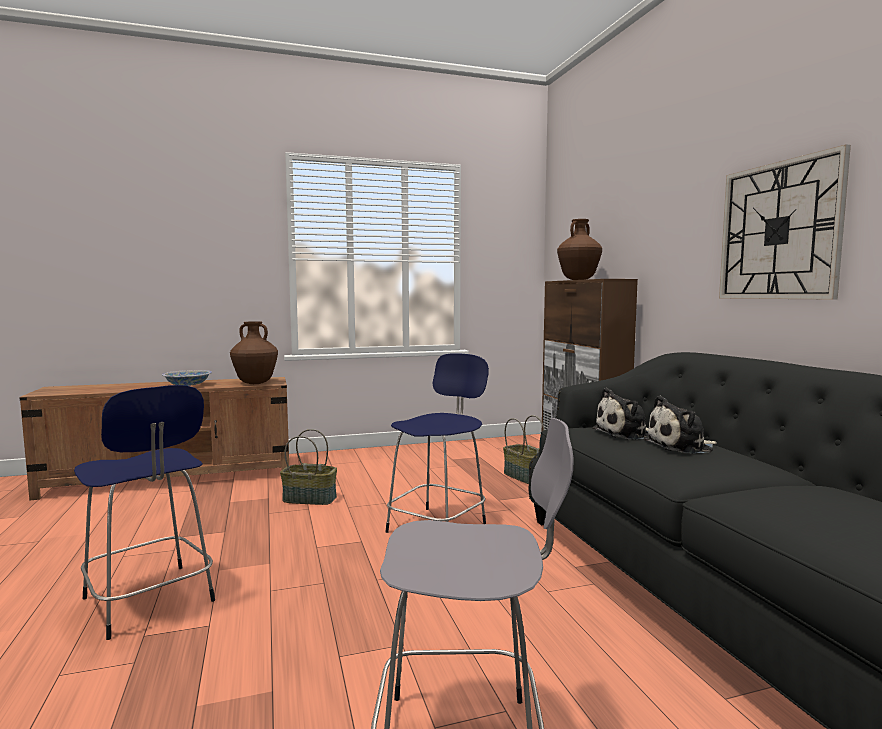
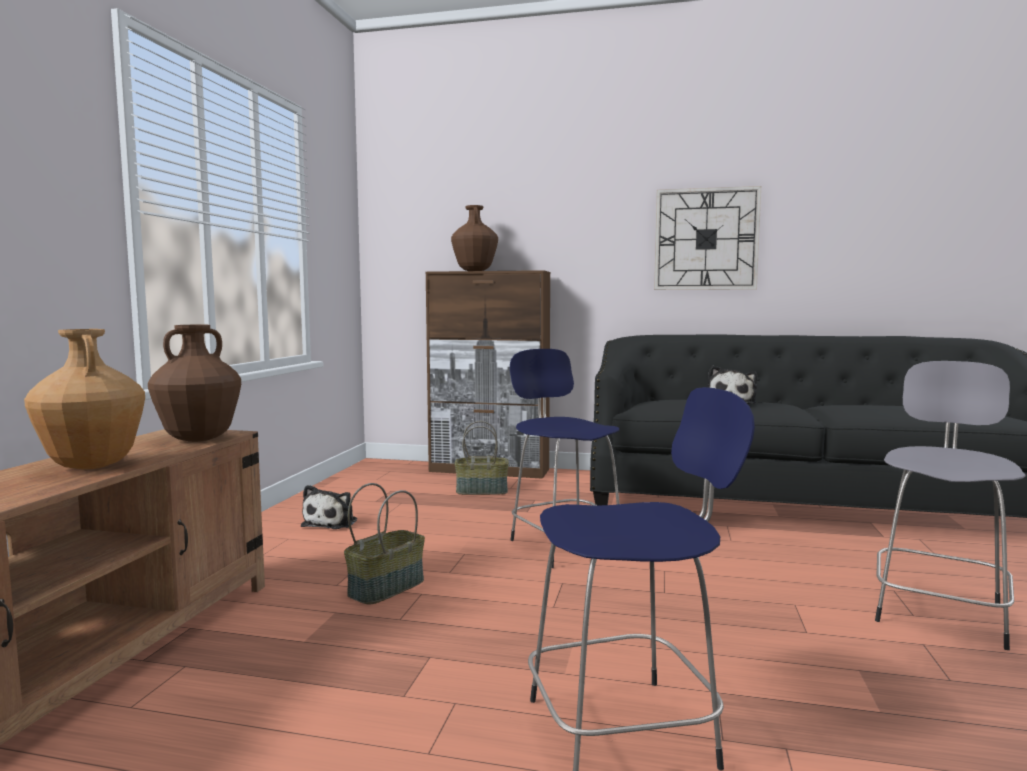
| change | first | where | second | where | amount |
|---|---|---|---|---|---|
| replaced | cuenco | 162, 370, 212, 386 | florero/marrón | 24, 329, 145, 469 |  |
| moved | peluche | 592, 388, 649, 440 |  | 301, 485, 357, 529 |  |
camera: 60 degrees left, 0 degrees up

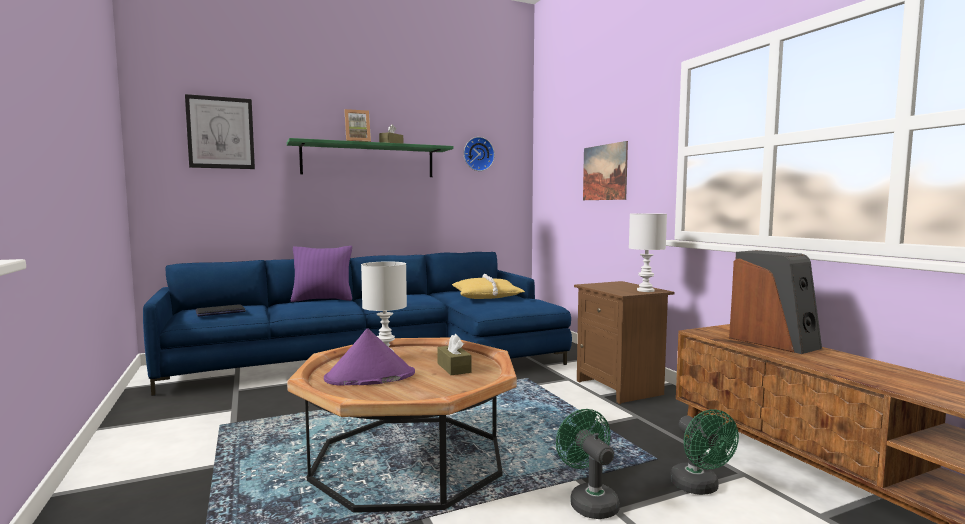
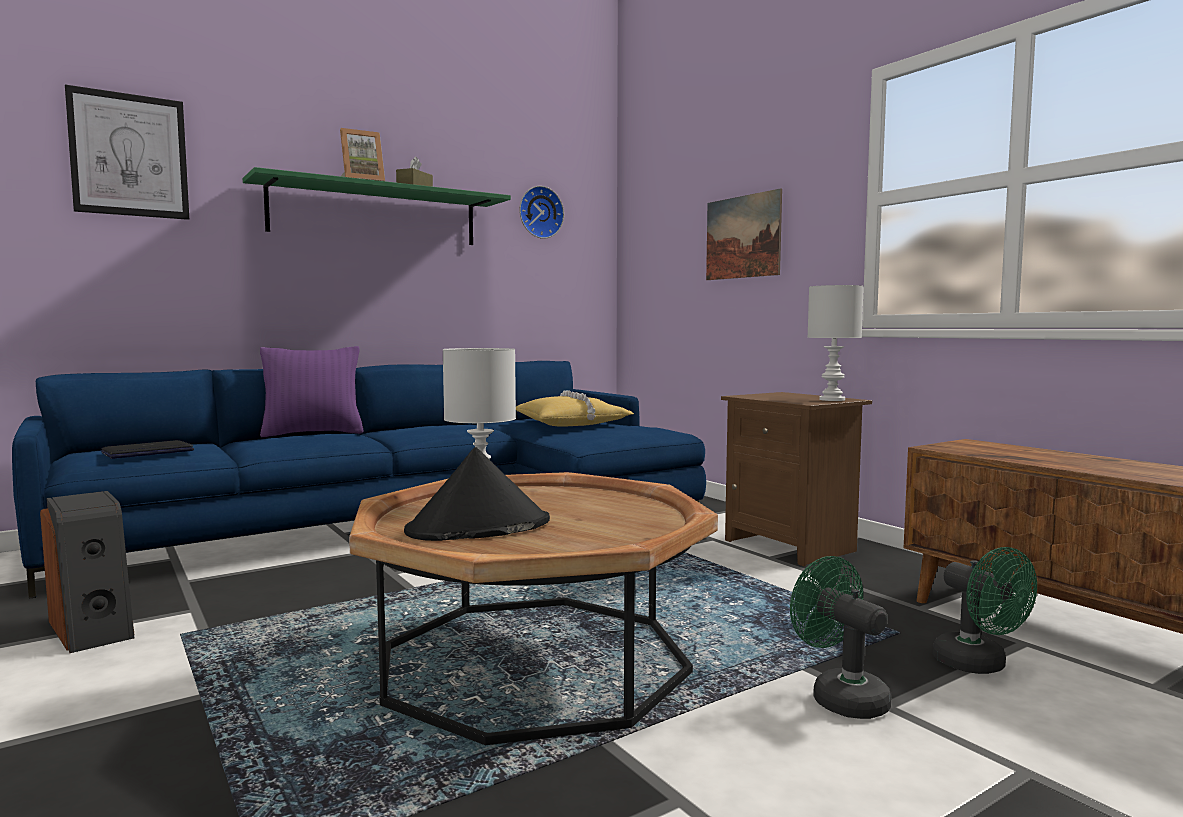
| change | first | where | second | where | amount |
|---|---|---|---|---|---|
| moved | altavoz | 729, 250, 822, 354 |  | 40, 491, 134, 653 |  |
| recoloured | sombrero/morado | 324, 329, 415, 386 | sombrero/negro | 404, 447, 550, 541 |  |
| removed | caja de pañuelos/marrón | 437, 334, 472, 375 |  |  |  |
camera: 10 degrees left, 0 degrees up

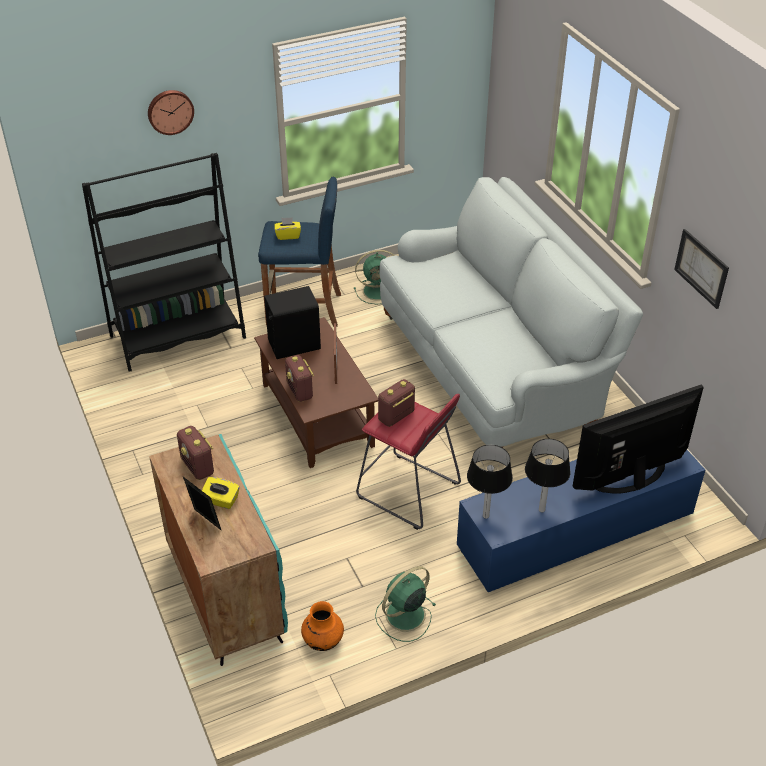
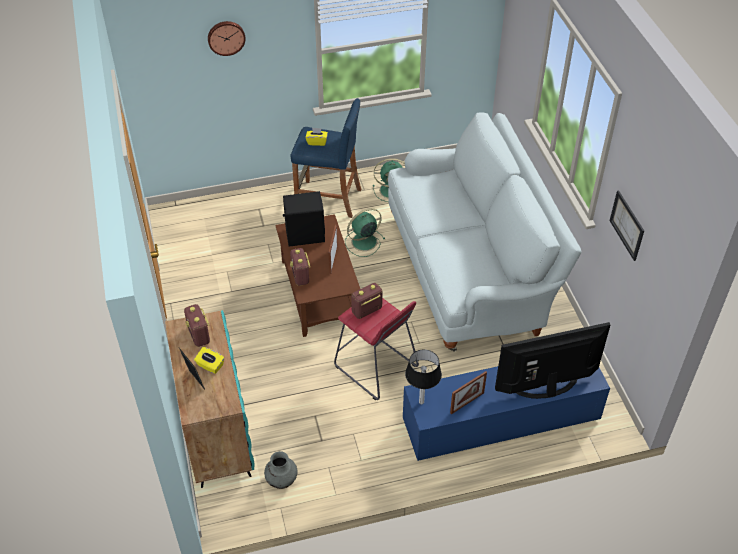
| change | first | where | second | where | amount |
|---|---|---|---|---|---|
| removed | estantería/negro | 82, 153, 246, 372 |  |  |  |
| replaced | lámpara de mesa | 525, 439, 571, 512 | portarretratos | 450, 371, 487, 414 |  |
| moved | ventilador/verde | 375, 566, 436, 642 |  | 345, 208, 385, 257 |  |
| recoloured | florero/naranja | 301, 601, 344, 651 | florero/gris | 264, 451, 298, 489 |  |
camera: 10 degrees right, 5 degrees up

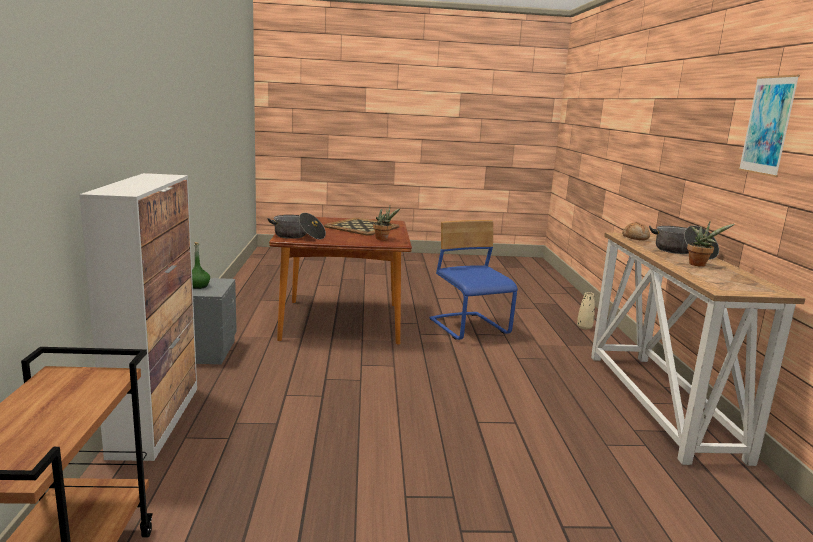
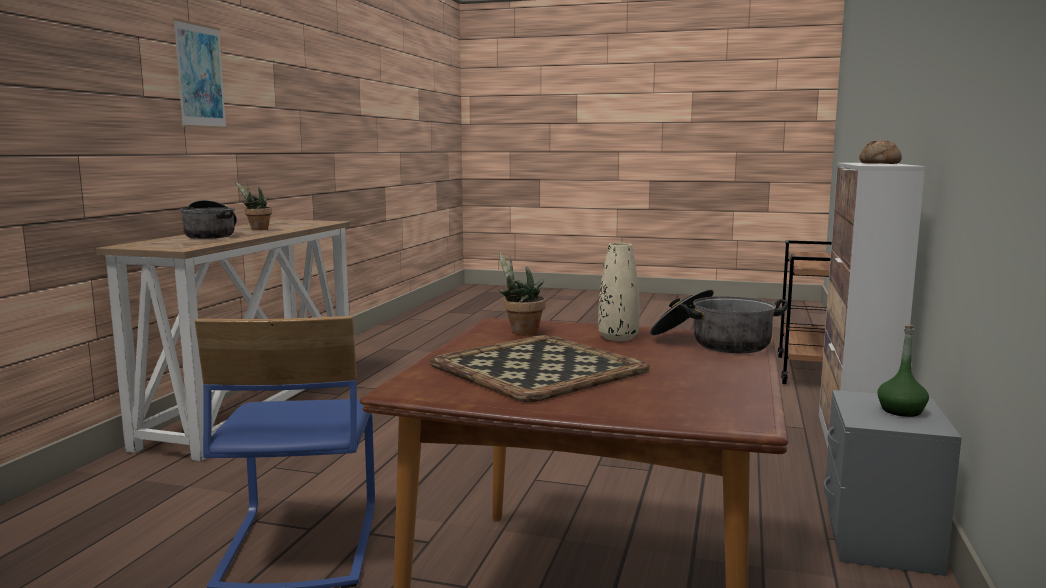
| change | first | where | second | where | amount |
|---|---|---|---|---|---|
| moved | pan | 622, 222, 650, 240 |  | 859, 140, 902, 164 |  |
| moved | florero/beis | 577, 292, 595, 330 |  | 598, 243, 640, 341 |  |
camera: 160 degrees left, 5 degrees down

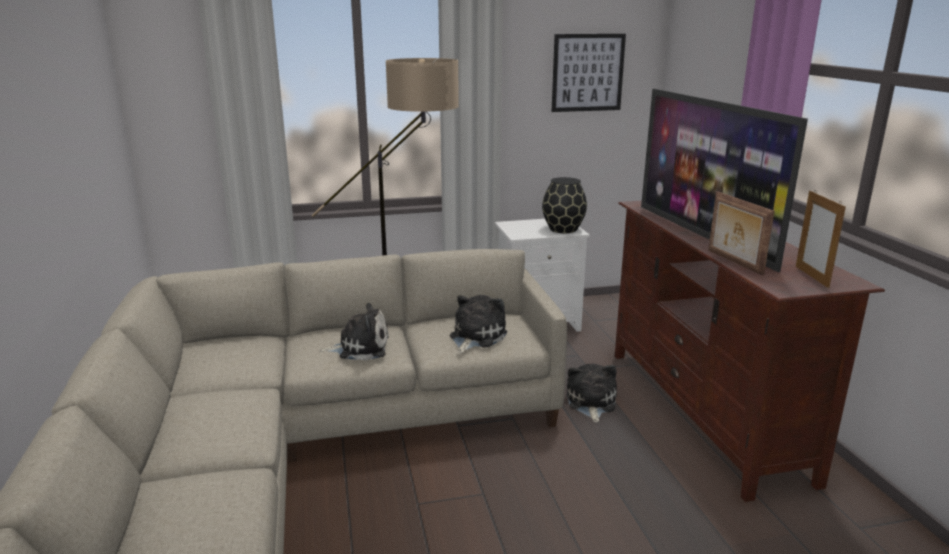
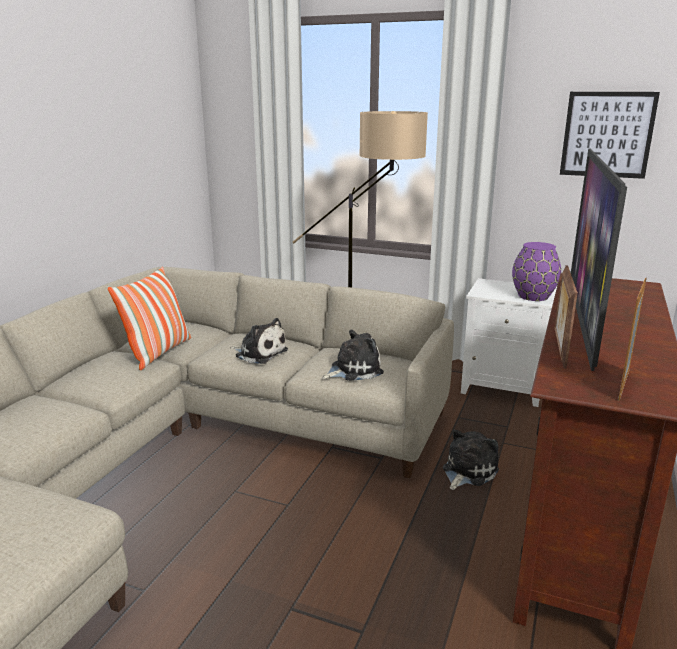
| change | first | where | second | where | amount |
|---|---|---|---|---|---|
| recoloured | florero/negro | 542, 177, 587, 233 | florero/morado | 512, 242, 561, 301 |  |
| added |  |  | cojín | 108, 267, 191, 370 |  |
camera: 35 degrees right, 0 degrees up

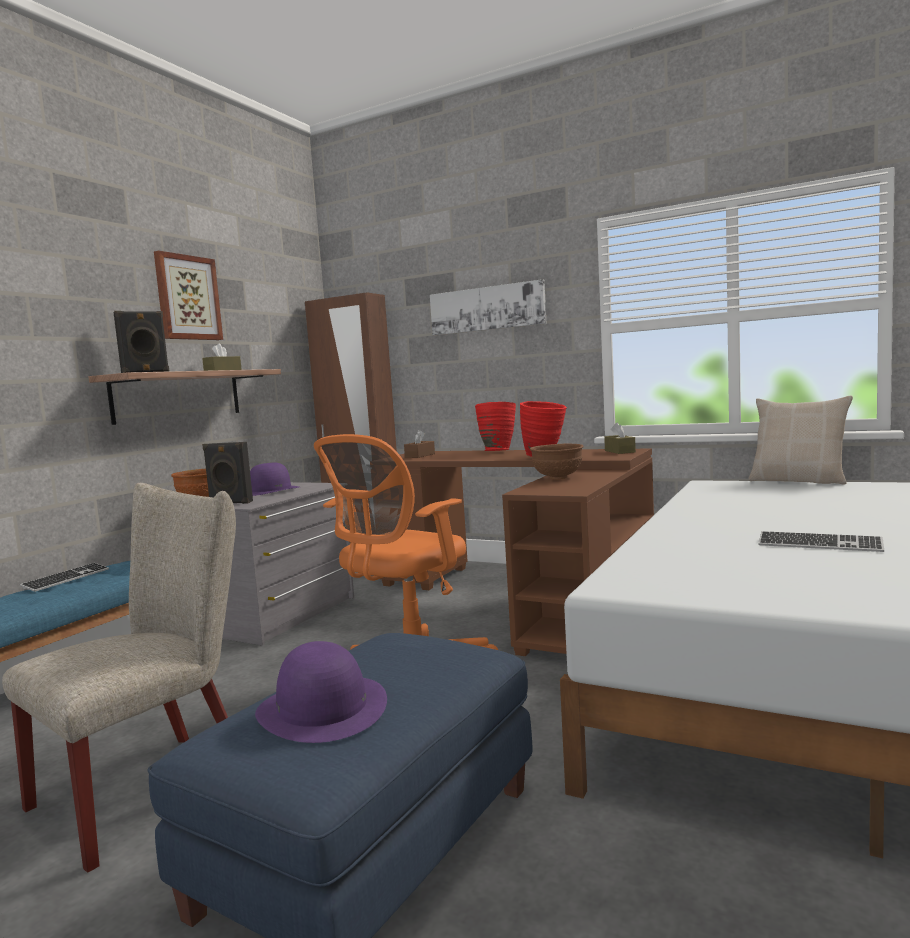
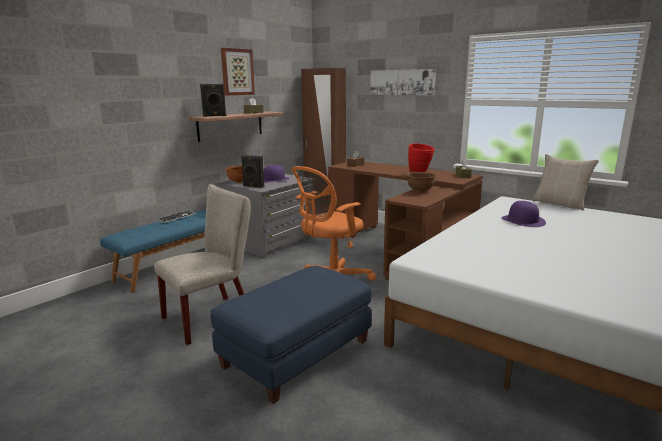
| change | first | where | second | where | amount |
|---|---|---|---|---|---|
| removed | florero/rojo | 475, 402, 516, 451 |  |  |  |
| removed | teclado | 759, 531, 884, 552 |  |  |  |
| moved | sombrero/morado | 255, 641, 387, 743 |  | 501, 201, 546, 227 |  |
camera: 10 degrees right, 10 degrees up

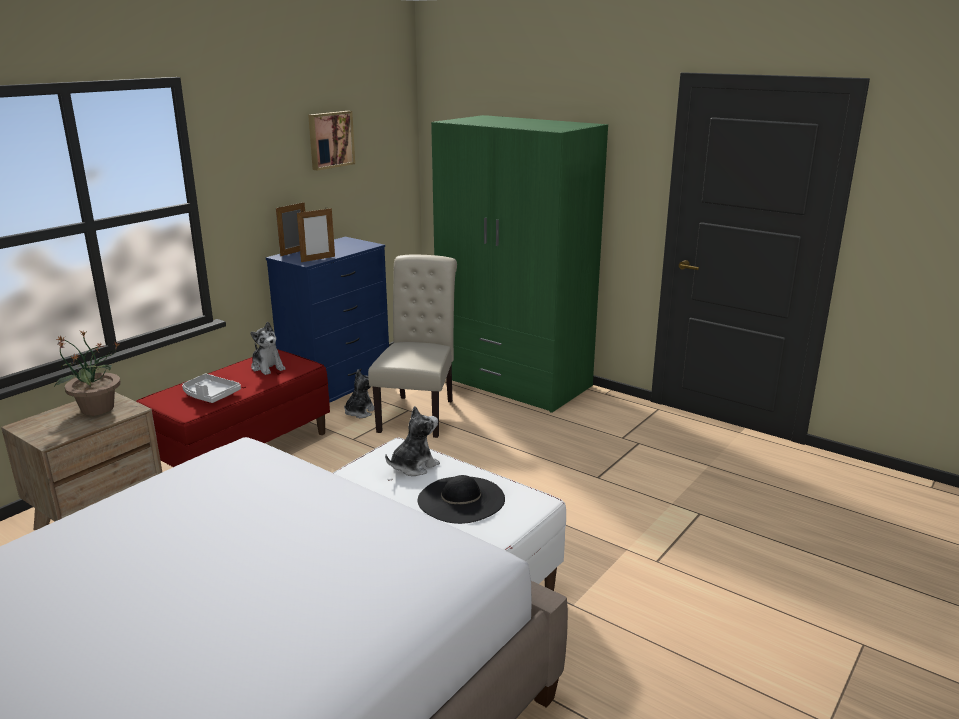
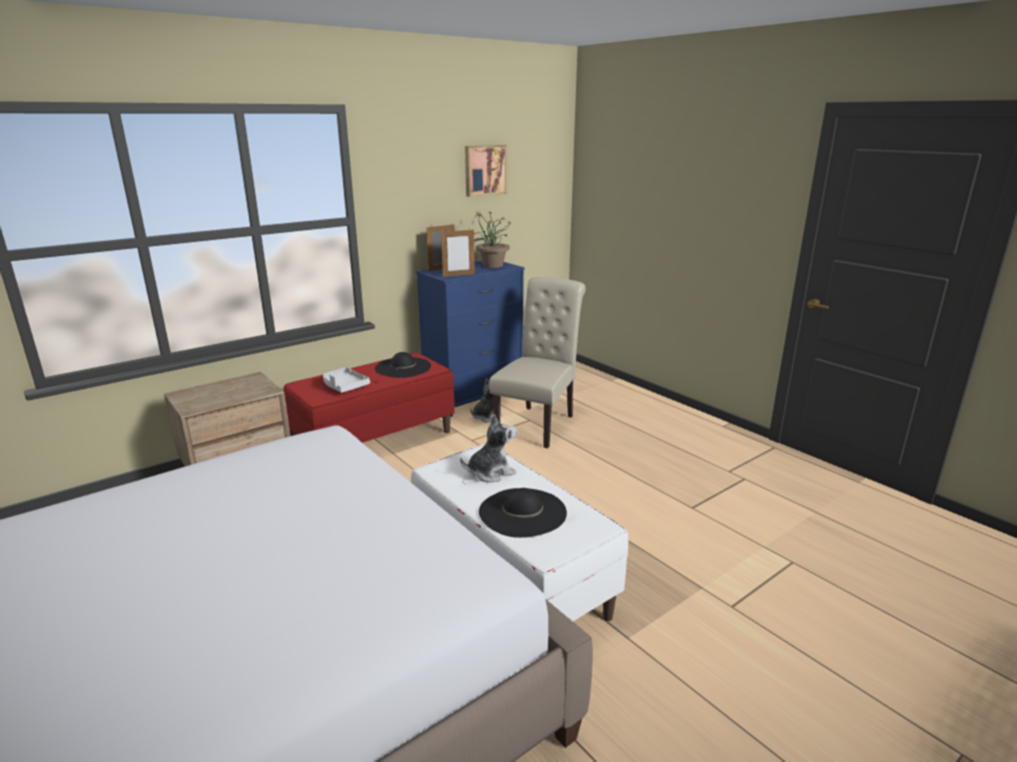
| change | first | where | second | where | amount |
|---|---|---|---|---|---|
| removed | armario ropero/verde | 431, 115, 608, 413 |  |  |  |
| replaced | peluche | 250, 322, 285, 375 | sombrero/negro | 375, 352, 431, 378 |  |
| moved | planta en maceta | 54, 330, 121, 416 |  | 474, 210, 512, 268 |  |
camera: 15 degrees right, 0 degrees up

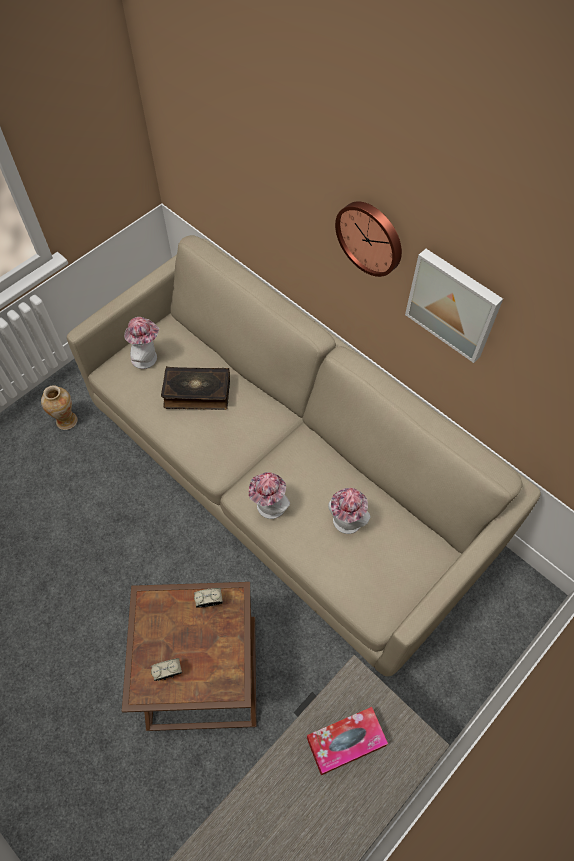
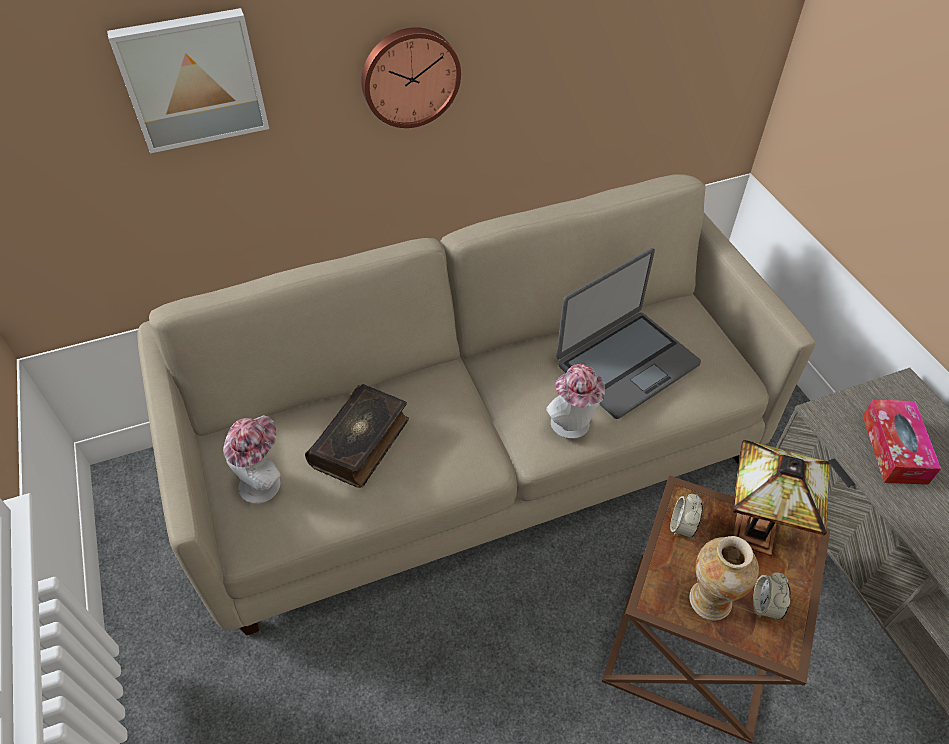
| change | first | where | second | where | amount |
|---|---|---|---|---|---|
| moved | cuadro | 405, 249, 503, 363 |  | 107, 8, 269, 153 |  |
| moved | florero | 41, 385, 78, 430 |  | 689, 536, 759, 621 |  |
| replaced | sombrero | 328, 488, 371, 534 | portátil | 556, 248, 701, 419 |  |
| added |  |  | lámpara de mesa | 733, 440, 830, 556 |  |
camera: 65 degrees left, 10 degrees down

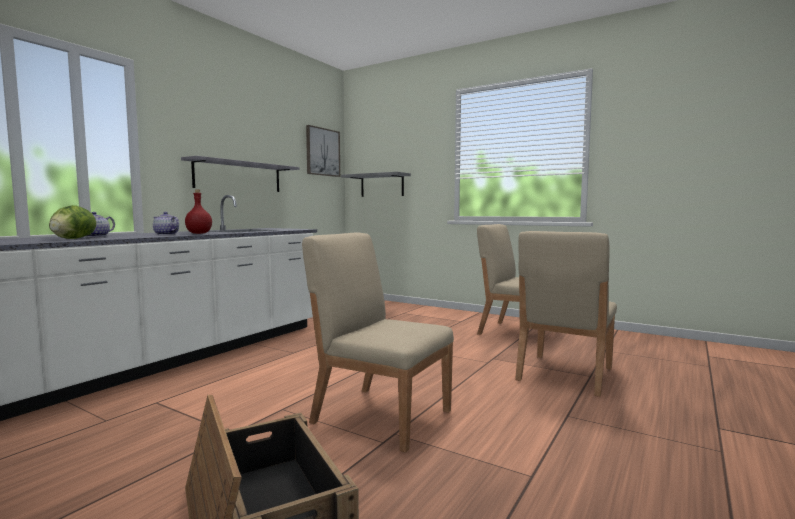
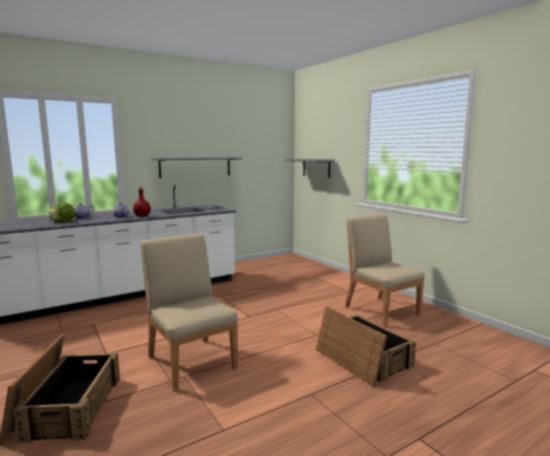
| change | first | where | second | where | amount |
|---|---|---|---|---|---|
| removed | cuadro | 306, 125, 340, 177 |  |  |  |
| replaced | silla/beis | 515, 231, 617, 397 | caja de embalaje | 316, 307, 416, 387 |  |
camera: 25 degrees right, 5 degrees up

